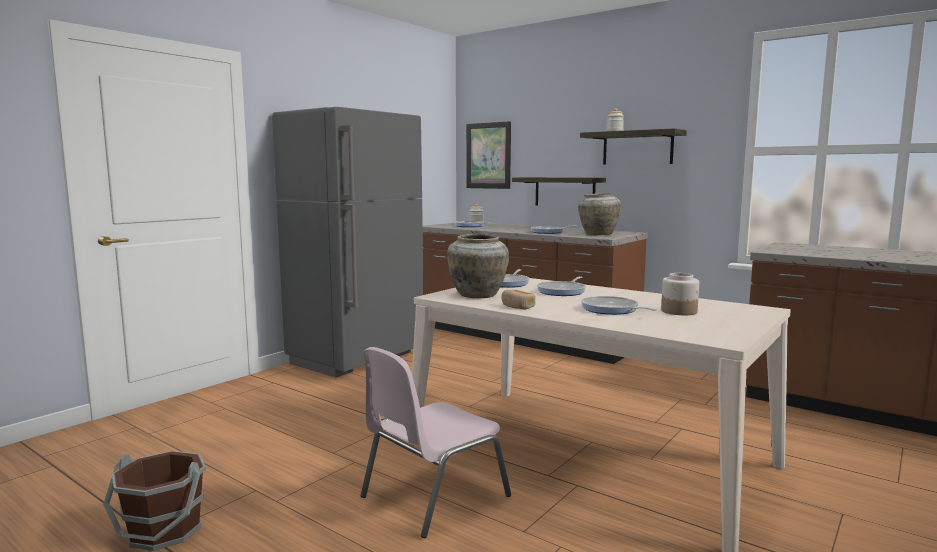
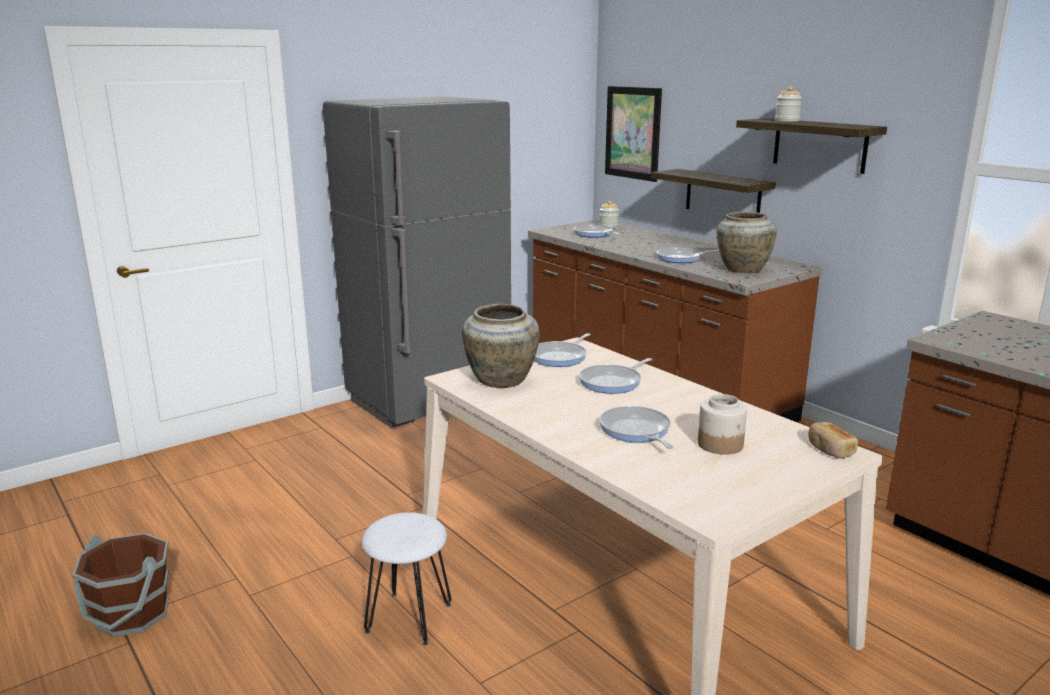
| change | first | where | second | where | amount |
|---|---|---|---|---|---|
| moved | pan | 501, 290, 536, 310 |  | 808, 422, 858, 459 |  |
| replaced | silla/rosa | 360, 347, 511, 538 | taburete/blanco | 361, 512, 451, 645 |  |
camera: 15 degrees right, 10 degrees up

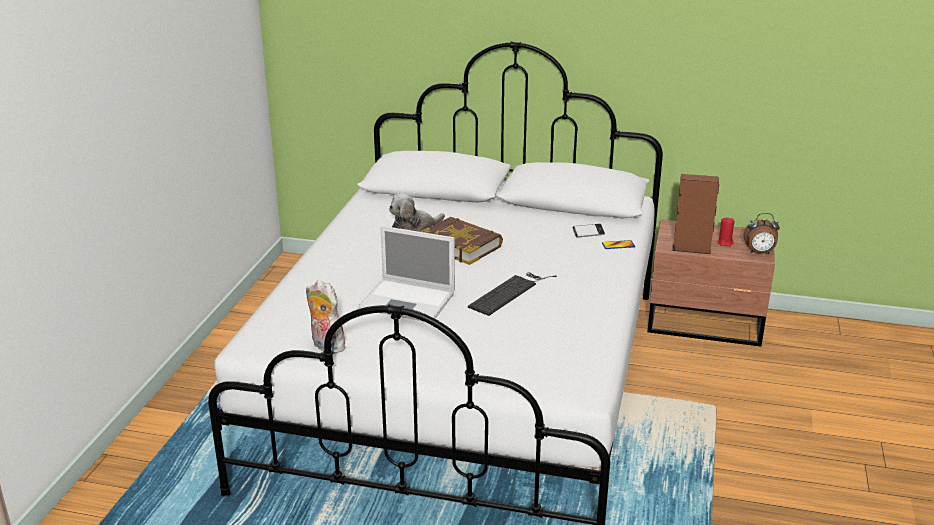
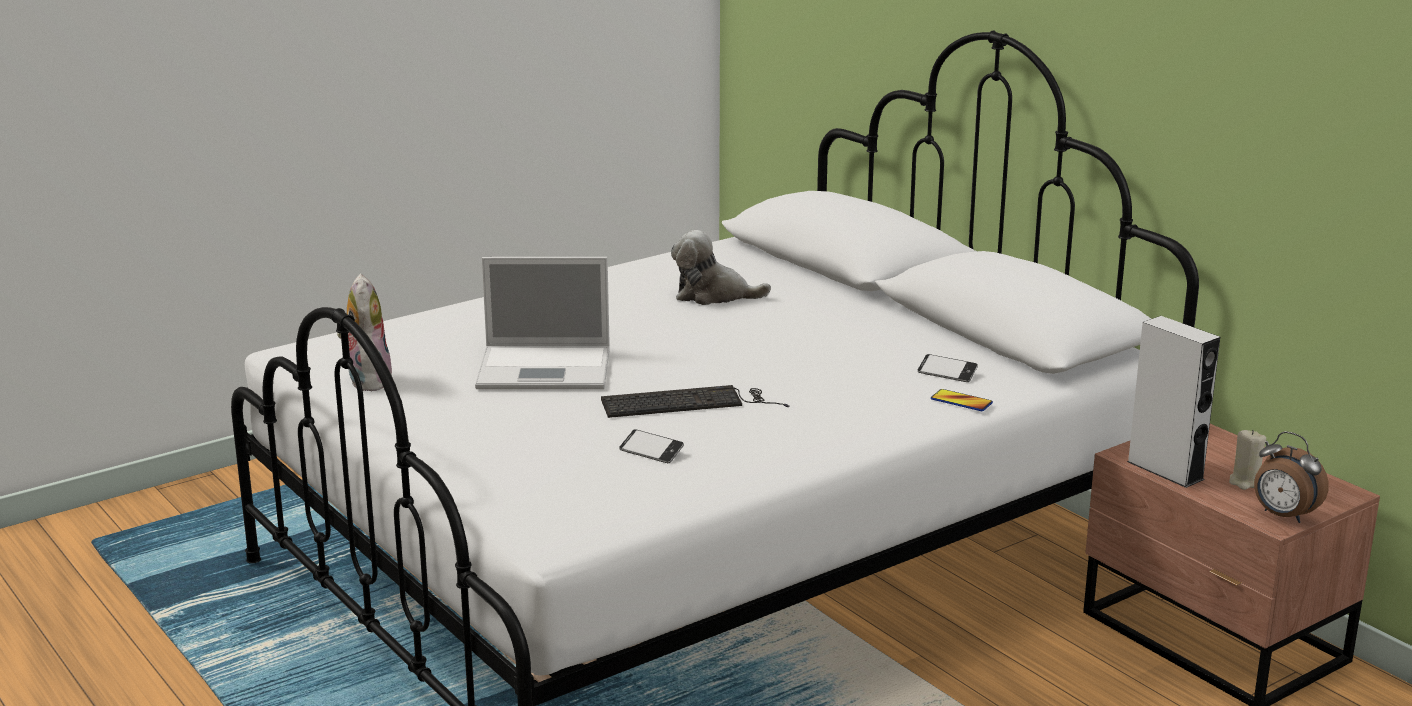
| change | first | where | second | where | amount |
|---|---|---|---|---|---|
| recoloured | altavoz/marrón | 672, 174, 719, 254 | altavoz/gris | 1127, 316, 1220, 488 |  |
| removed | libro | 420, 217, 503, 265 |  |  |  |
| recoloured | vela/rojo | 717, 217, 735, 247 | vela/beis | 1229, 430, 1266, 490 |  |
| turned | portátil | 358, 226, 455, 321 |  | 475, 257, 610, 389 | 60 degrees counterclockwise |
| added |  |  | móvil | 619, 429, 684, 463 |  |
camera: 40 degrees right, 5 degrees down

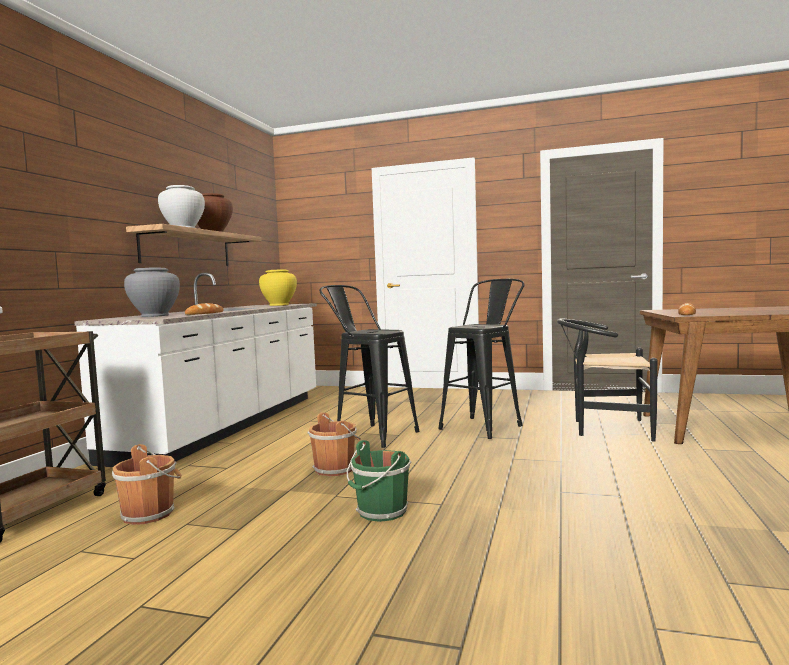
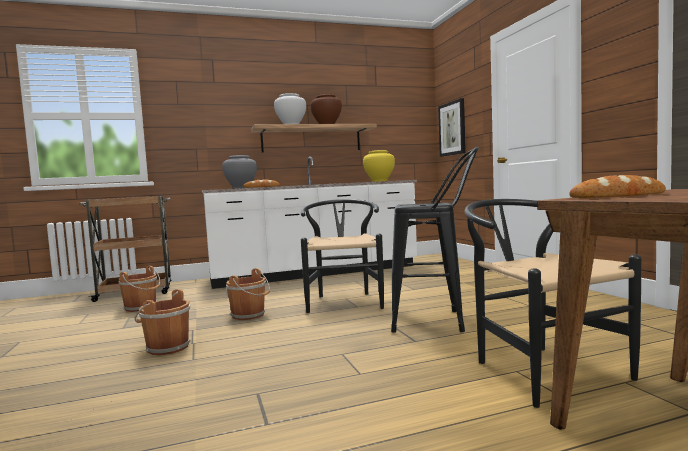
| change | first | where | second | where | amount |
|---|---|---|---|---|---|
| replaced | taburete/negro | 319, 285, 419, 448 | silla/negro | 300, 199, 384, 313 |  |
| recoloured | cubo/verde | 347, 440, 411, 522 | cubo/marrón | 135, 289, 191, 355 |  |
| added |  |  | cuadro | 438, 98, 466, 157 |  |
camera: 55 degrees right, 0 degrees up

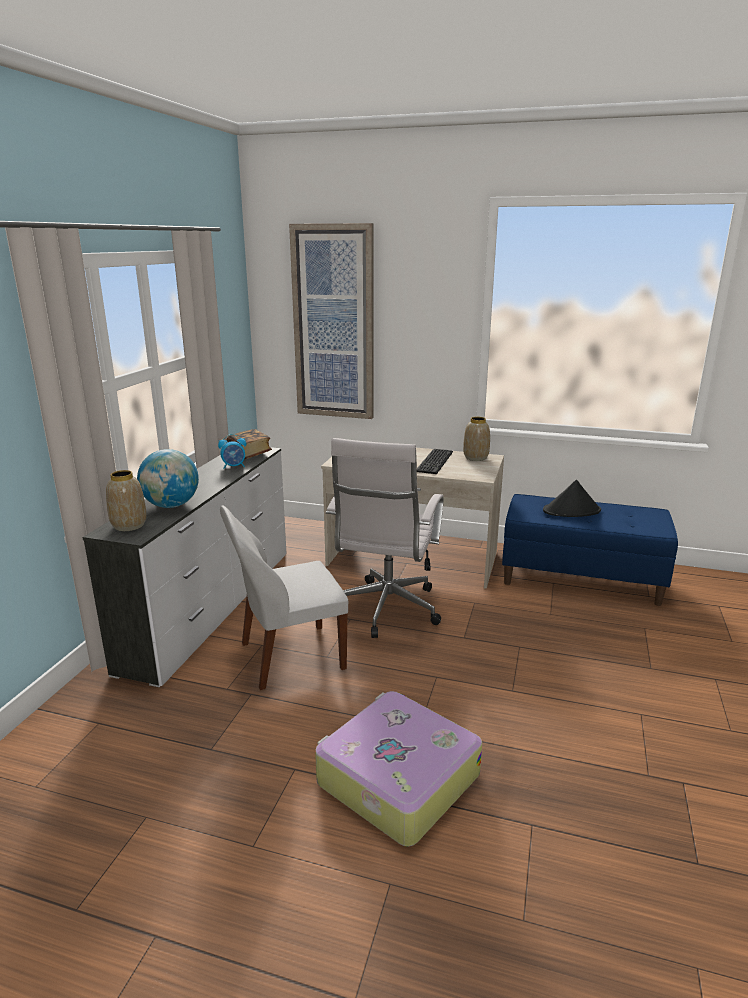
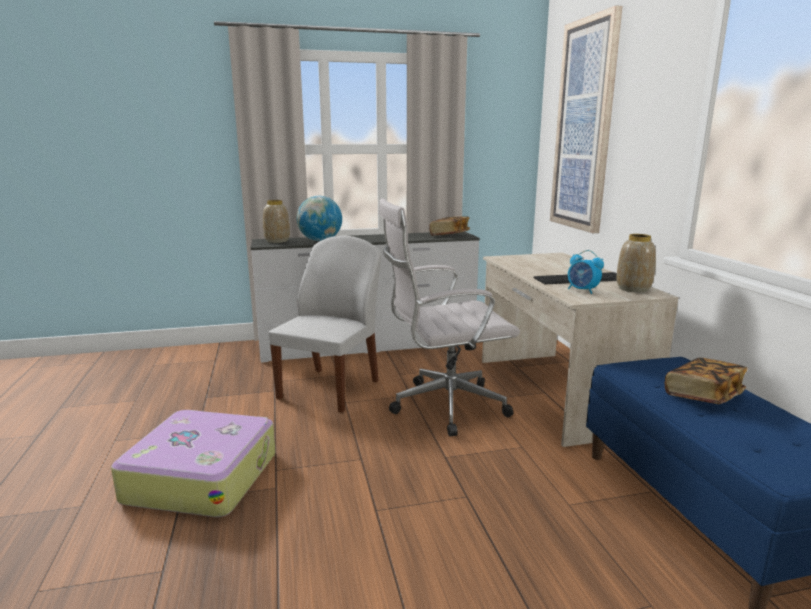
| change | first | where | second | where | amount |
|---|---|---|---|---|---|
| moved | despertador | 218, 434, 246, 469 |  | 568, 250, 604, 294 |  |
| replaced | sombrero/negro | 543, 480, 601, 517 | libro | 665, 358, 748, 404 |  |
| turned | silla/blanco | 220, 506, 348, 690 |  | 269, 236, 381, 413 | 75 degrees clockwise |
camera: 60 degrees right, 5 degrees down

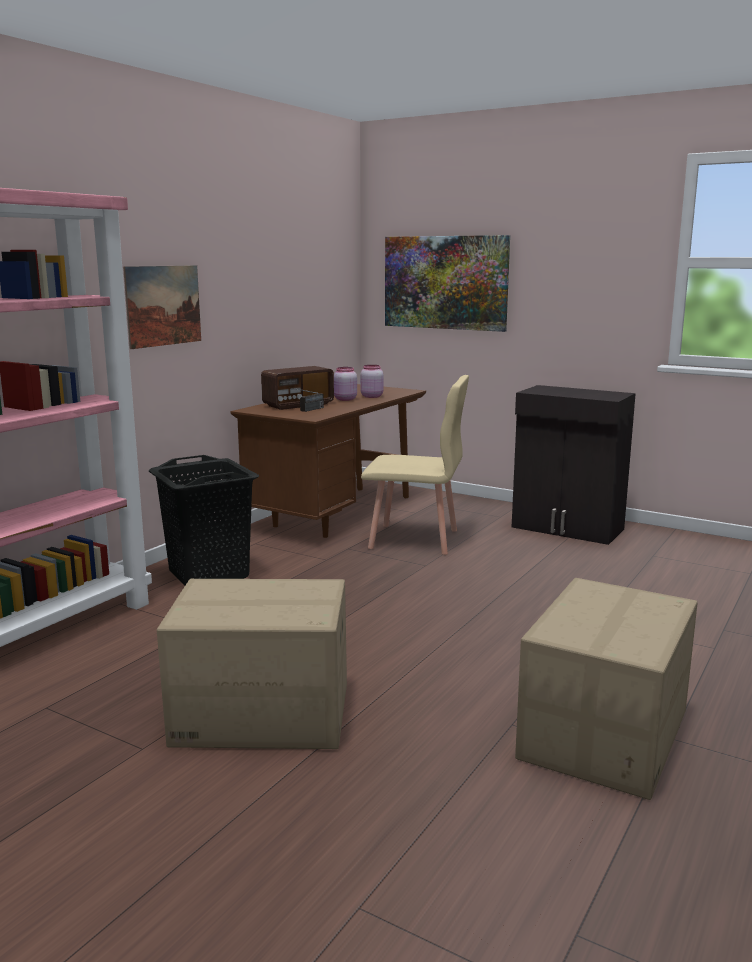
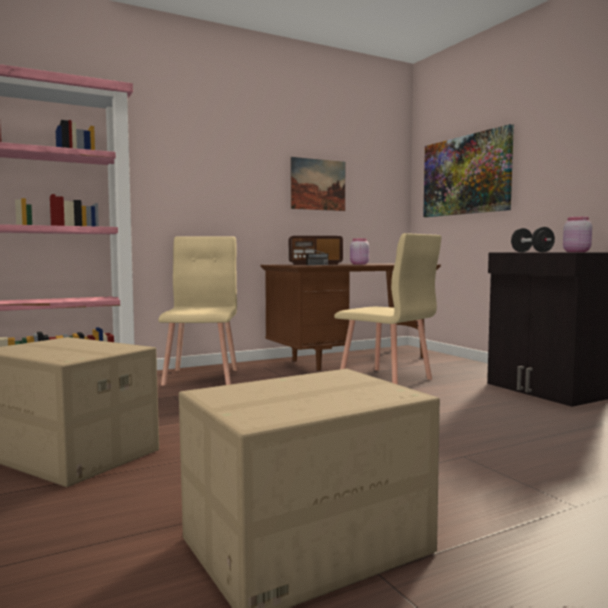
| change | first | where | second | where | amount |
|---|---|---|---|---|---|
| moved | cuadro | 123, 265, 201, 349 |  | 291, 157, 345, 211 |  |
| moved | tarro/rosa | 360, 365, 384, 398 |  | 563, 217, 592, 252 |  |
| replaced | cesto de la ropa/negro | 149, 455, 259, 585 | silla/beis | 158, 237, 237, 386 |  |
| added |  |  | mancuerna/negro | 511, 227, 555, 252 |  |
camera: 30 degrees right, 10 degrees down

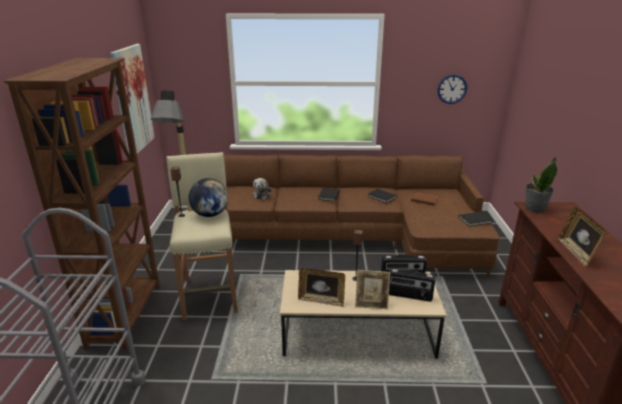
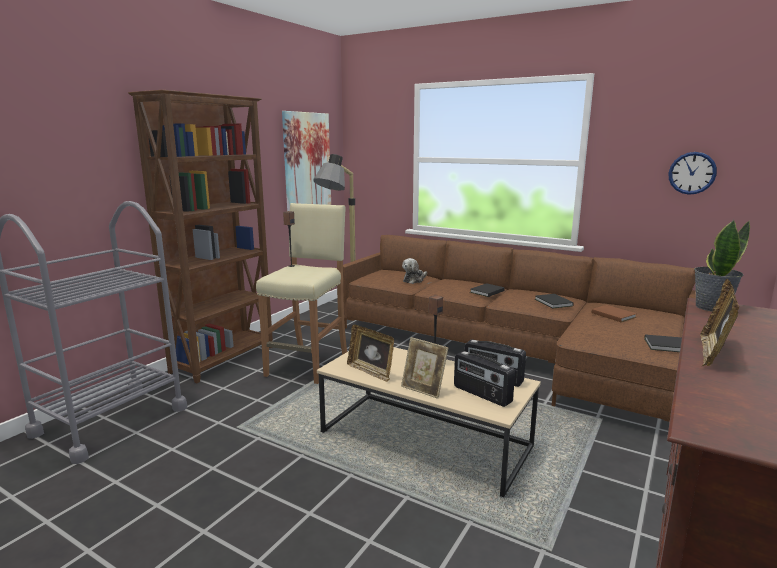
| change | first | where | second | where | amount |
|---|---|---|---|---|---|
| removed | globo terráqueo | 189, 178, 228, 217 |  |  |  |
camera: 30 degrees right, 10 degrees down

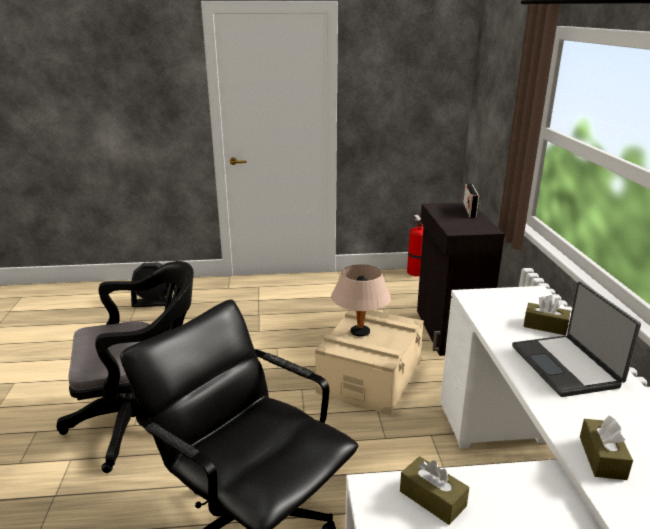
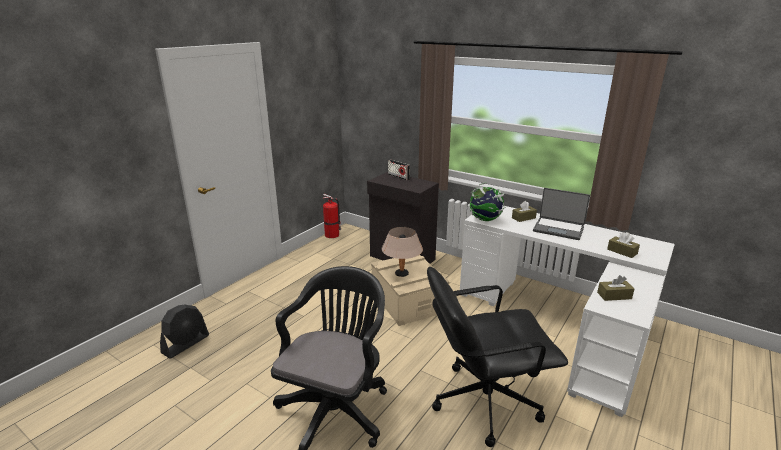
| change | first | where | second | where | amount |
|---|---|---|---|---|---|
| added |  |  | globo terráqueo | 469, 183, 506, 221 |  |
camera: 50 degrees left, 0 degrees up

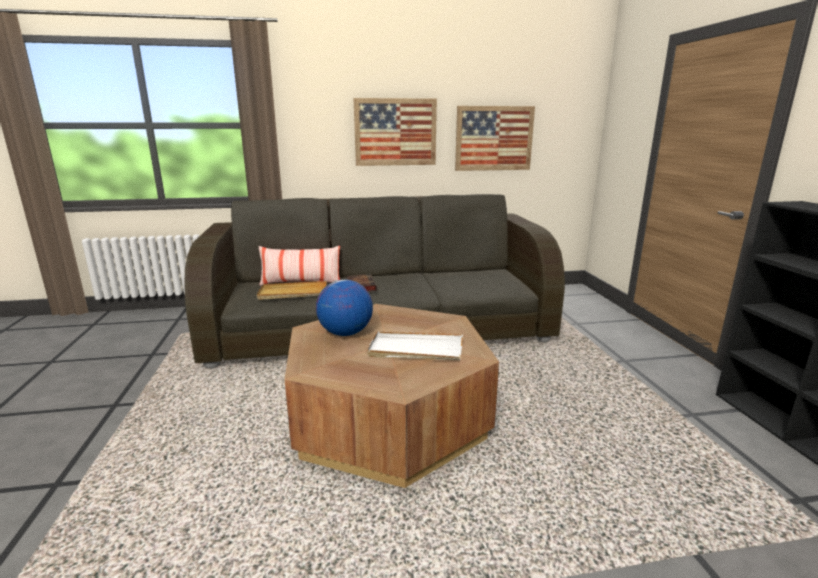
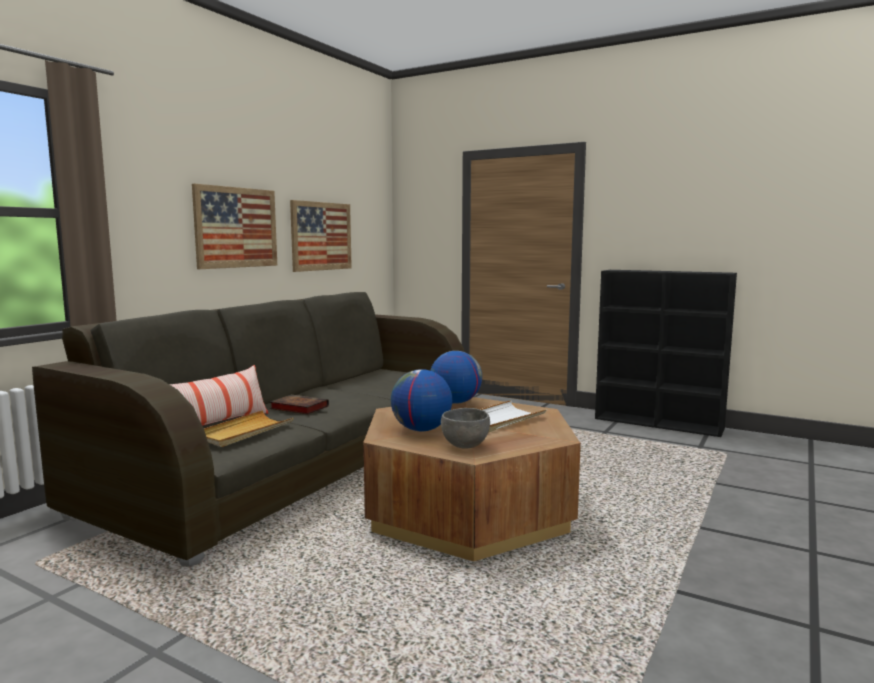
| change | first | where | second | where | amount |
|---|---|---|---|---|---|
| added |  |  | globo terráqueo | 430, 351, 482, 404 |  |
| added |  |  | cuenco/gris | 441, 408, 490, 448 |  |
camera: 50 degrees left, 10 degrees down

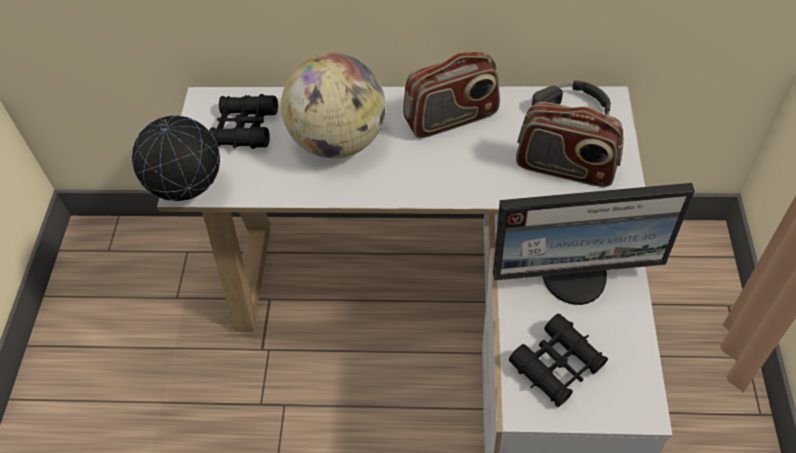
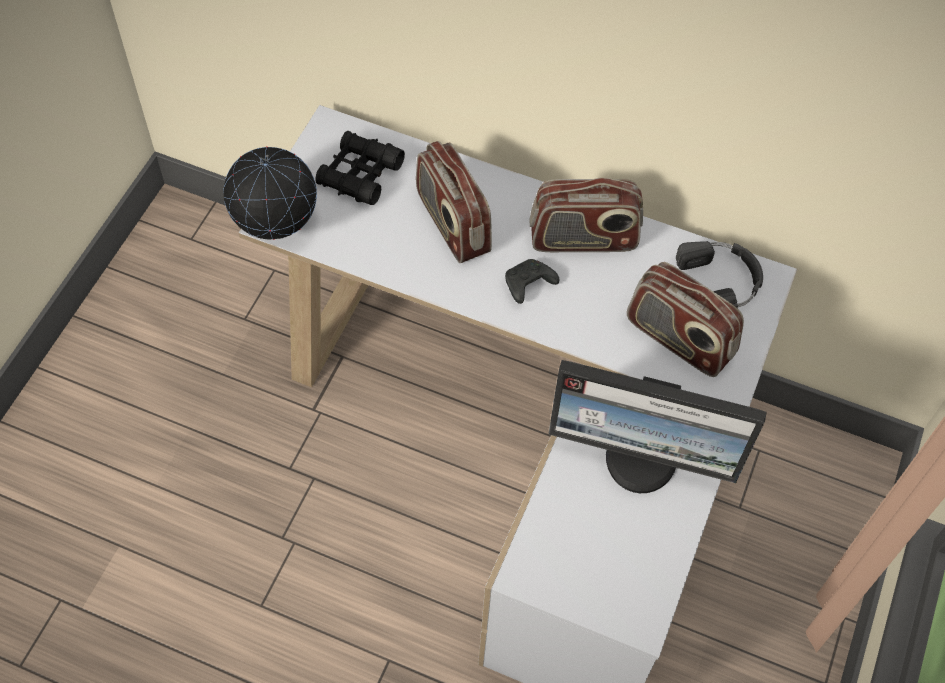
| change | first | where | second | where | amount |
|---|---|---|---|---|---|
| replaced | globo terráqueo | 281, 53, 386, 158 | radio | 416, 141, 492, 263 |  |
| removed | prismáticos/negro | 509, 313, 608, 407 |  |  |  |
| added |  |  | mando de consola/negro | 505, 259, 559, 304 |  |
camera: 15 degrees right, 5 degrees up

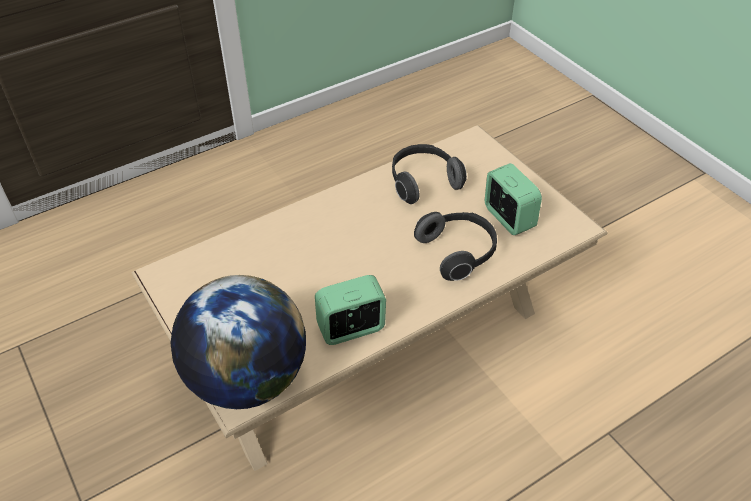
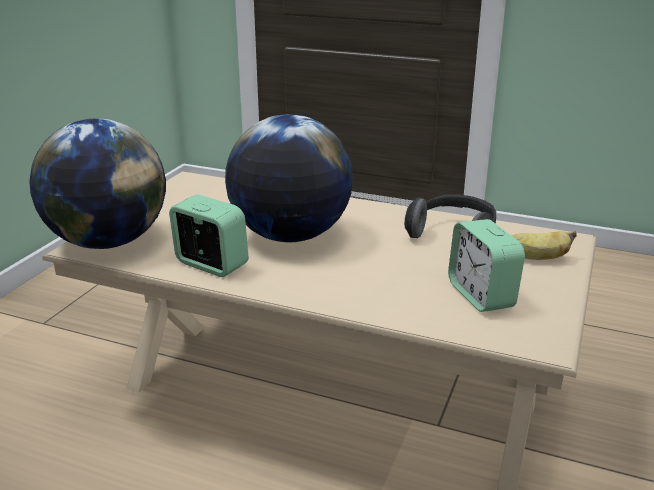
| change | first | where | second | where | amount |
|---|---|---|---|---|---|
| turned | despertador | 485, 163, 542, 235 |  | 448, 219, 525, 312 | 135 degrees clockwise |
| removed | auriculares | 414, 212, 497, 281 |  |  |  |
| added |  |  | globo terráqueo | 225, 114, 353, 242 |  |
| added |  |  | plátano | 511, 231, 576, 260 |  |
camera: 55 degrees right, 20 degrees down

